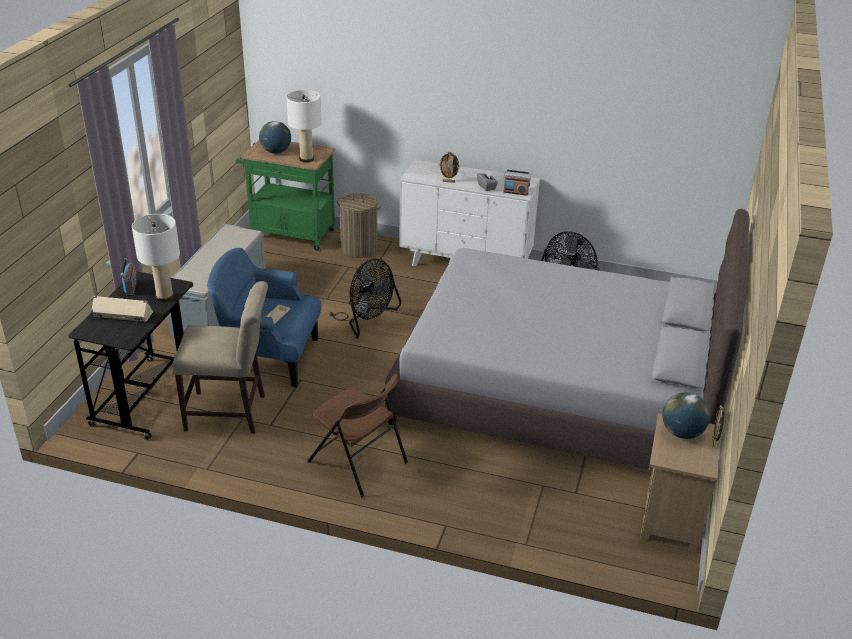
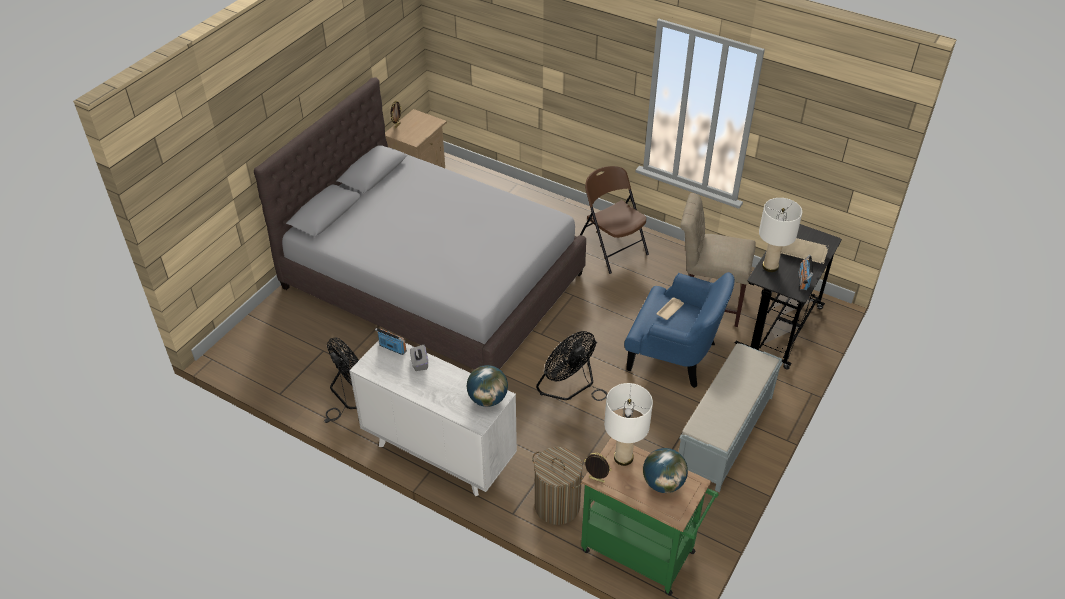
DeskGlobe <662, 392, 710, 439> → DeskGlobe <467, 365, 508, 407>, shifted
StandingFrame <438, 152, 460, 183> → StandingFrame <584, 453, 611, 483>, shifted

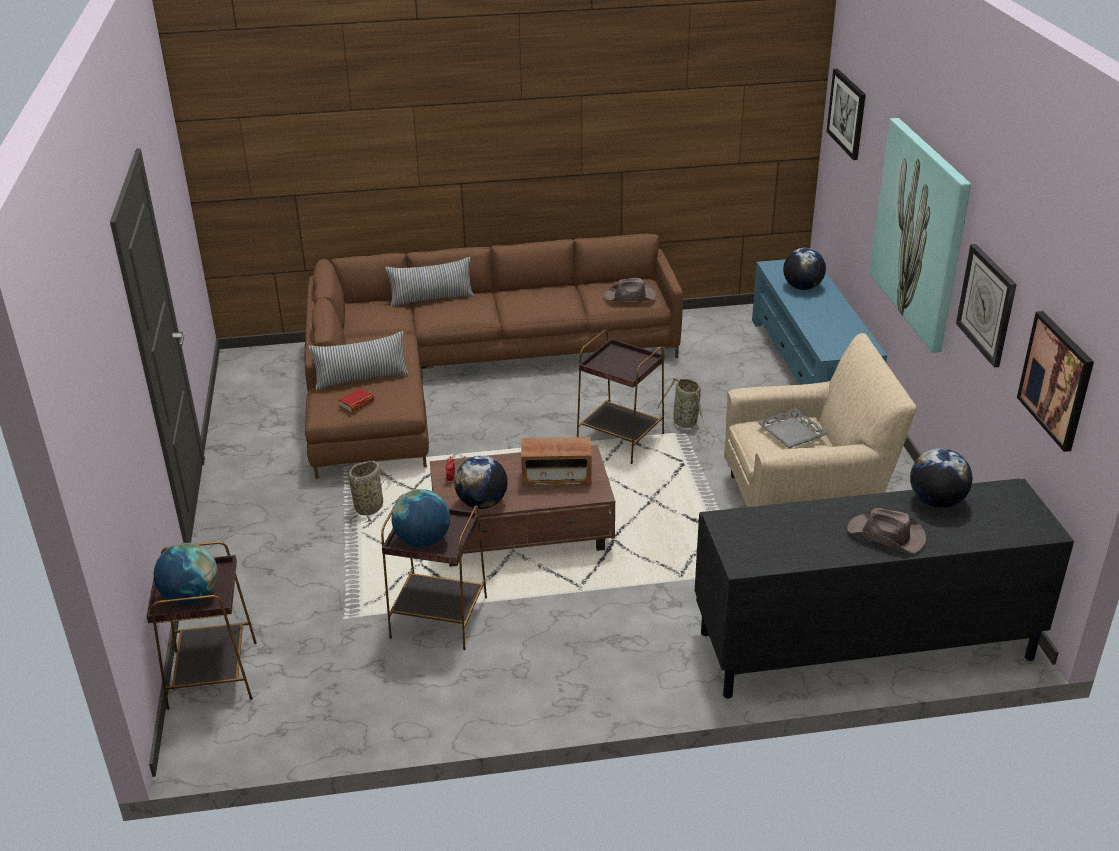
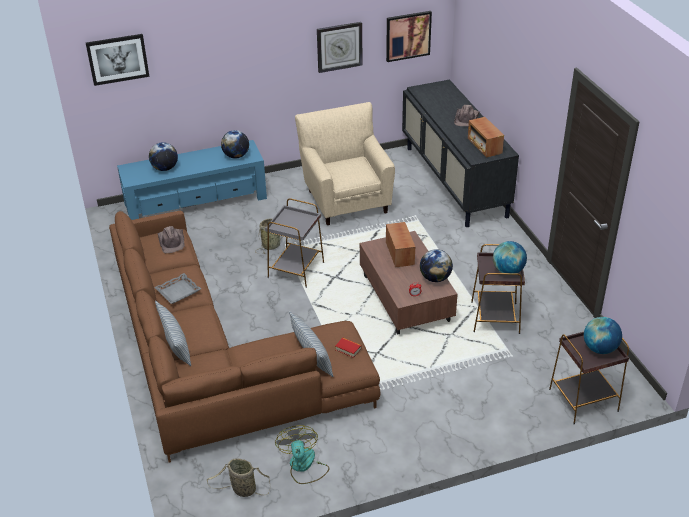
GreyTray <757, 408, 828, 448> → GreyTray <154, 273, 201, 304>, shifted
StorageBasket <349, 461, 391, 524> → StorageBasket <207, 458, 270, 497>, shifted
DeskGlobe <910, 448, 972, 508> → DeskGlobe <221, 130, 249, 158>, shifted
BrownishSideTable <577, 330, 665, 464> → GreySideTable <265, 198, 324, 288>
- → ElectricFan <275, 425, 329, 484>
- → Radio <468, 117, 504, 157>
WallPicture <869, 118, 971, 353> → -

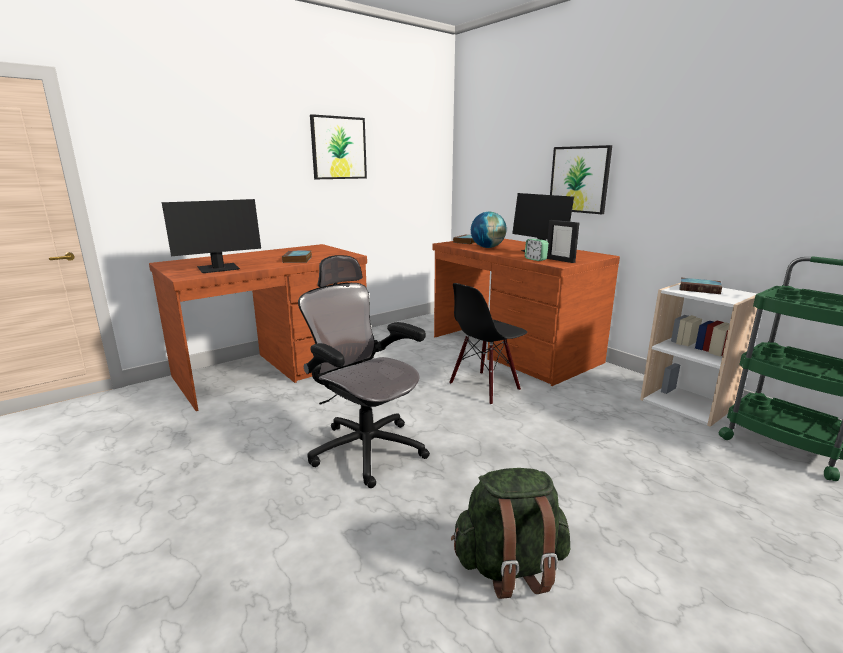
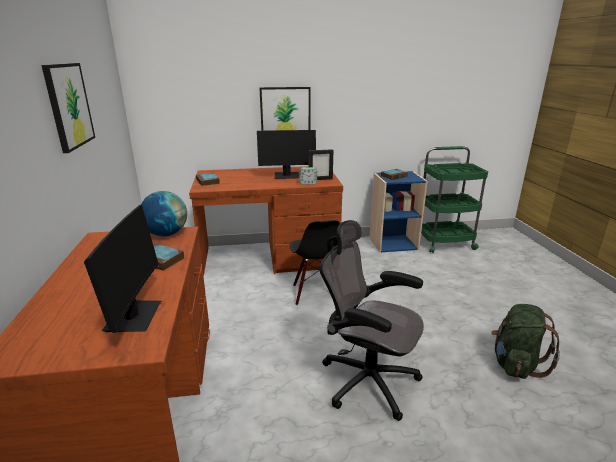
DeskGlobe <471, 212, 507, 248> → DeskGlobe <141, 191, 187, 236>, shifted
DeskChair <298, 255, 430, 488> → DeskChair <319, 220, 424, 421>, 45 degrees clockwise
WhitishBookshelf <640, 283, 757, 427> → BlueBookshelf <369, 171, 428, 253>

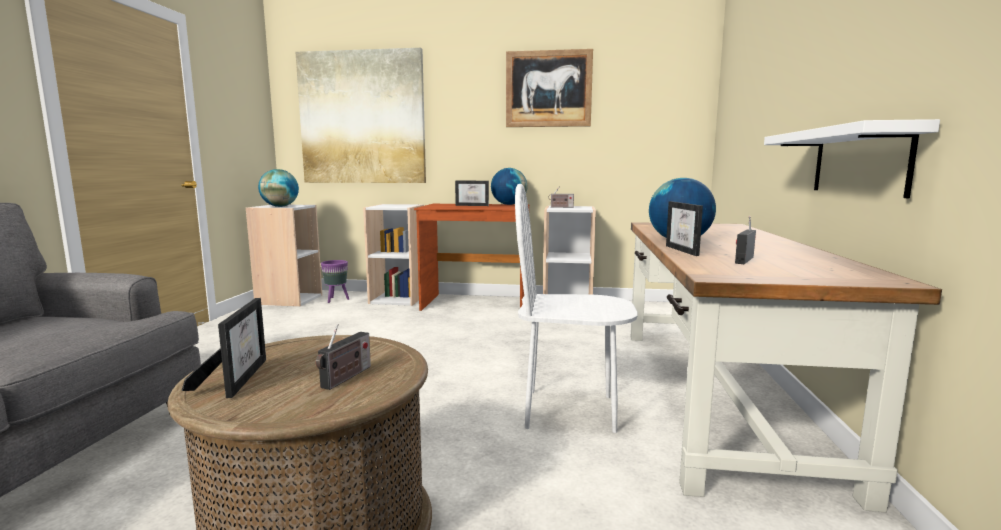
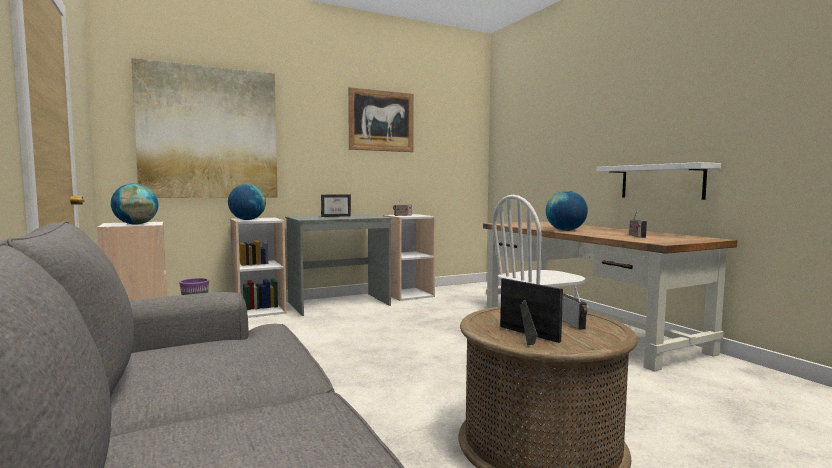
DeskGlobe <491, 168, 527, 205> → DeskGlobe <228, 184, 266, 220>, shifted
BrownishDesk <414, 204, 529, 311> → GreyDesk <285, 214, 392, 316>
StandingFrame <666, 201, 703, 256> → -

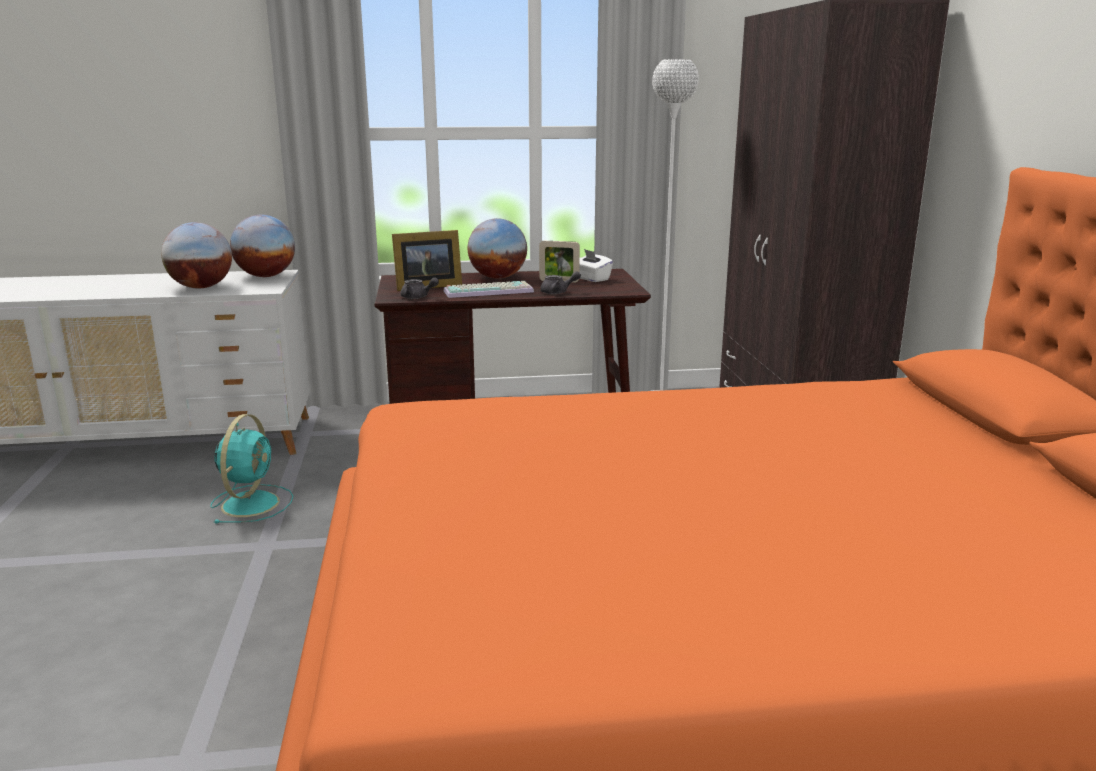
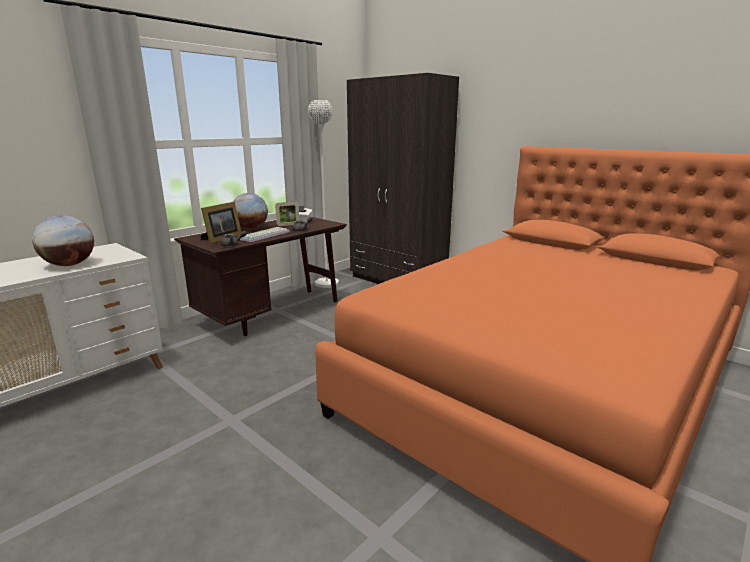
TurquoiseColouredElectricFan <210, 414, 293, 523> → -
DeskGlobe <230, 215, 295, 277> → -

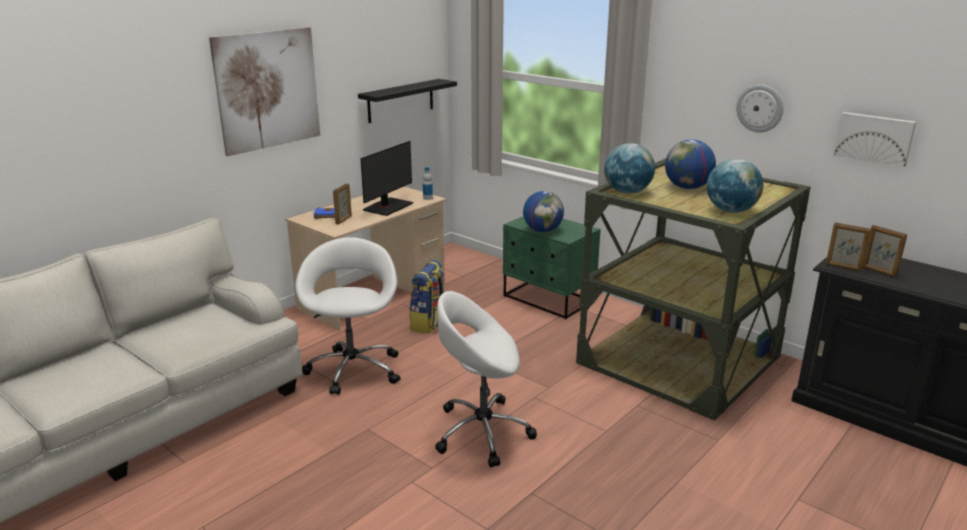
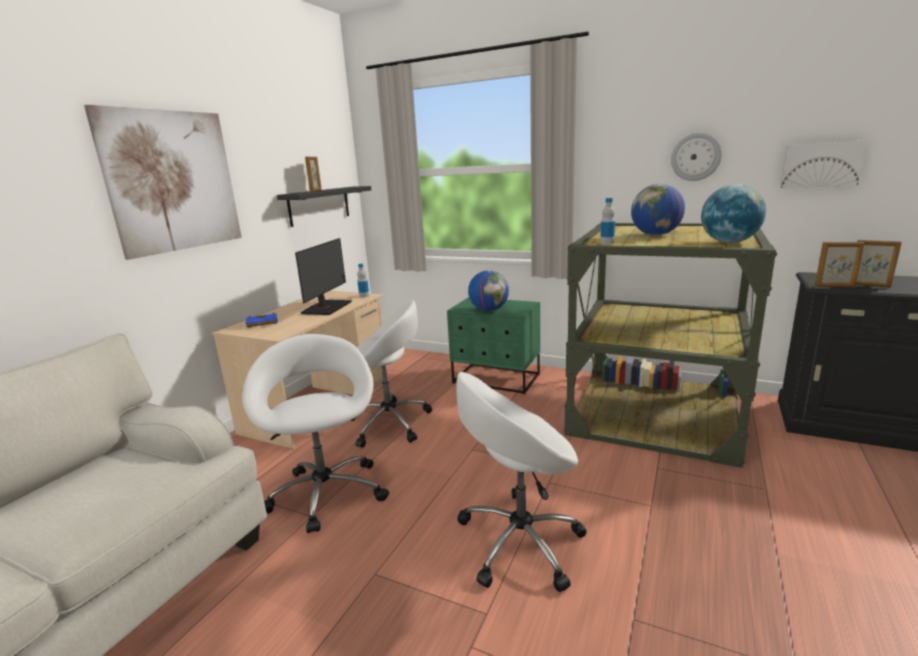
StandingFrame <333, 183, 352, 225> → StandingFrame <305, 157, 322, 192>, shifted
Rucksack <409, 260, 444, 334> → WhitishDeskChair <350, 300, 432, 448>
DeskGlobe <604, 143, 655, 194> → DrinkBottle <600, 198, 615, 244>

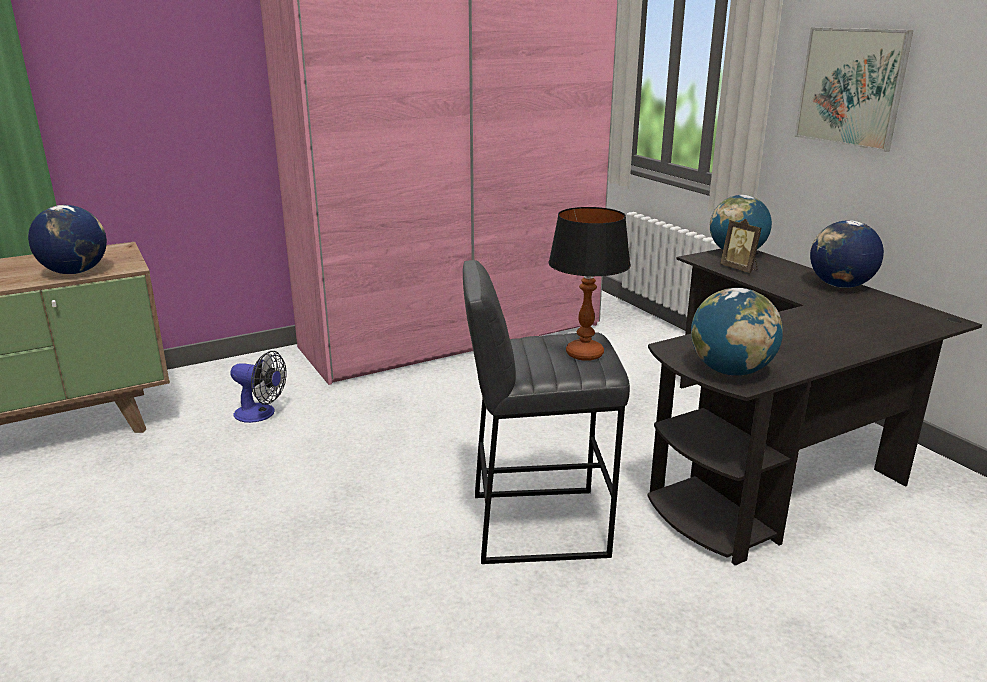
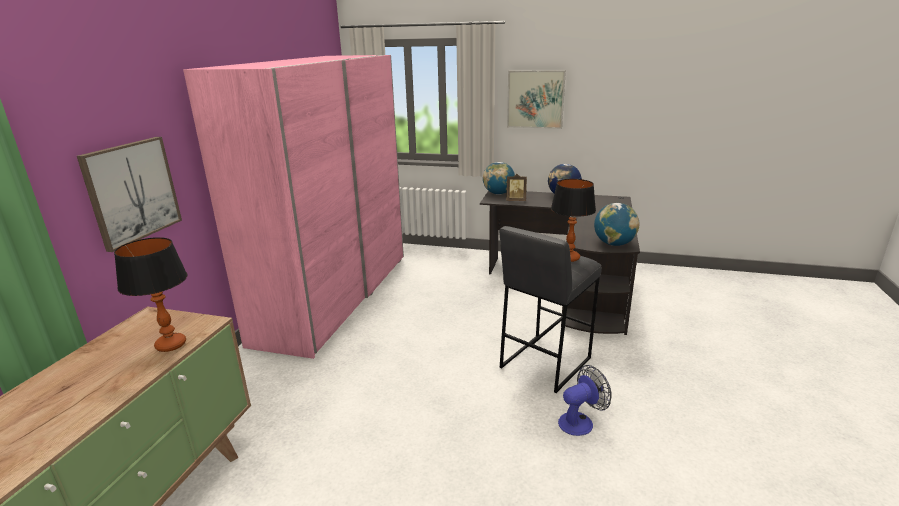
- → WallPicture <77, 137, 182, 252>
DeskGlobe <28, 205, 107, 274> → TableLamp <114, 237, 187, 352>
ElectricFan <230, 351, 287, 423> → ElectricFan <558, 365, 612, 436>, shifted

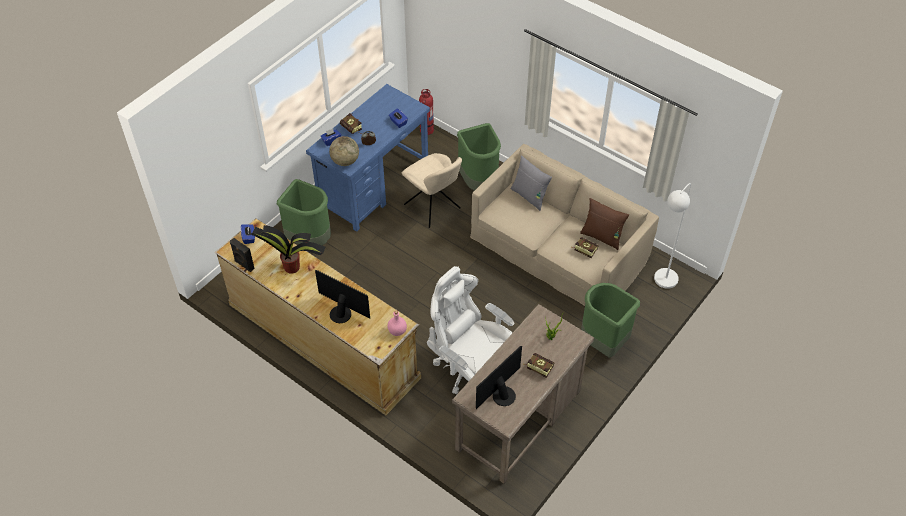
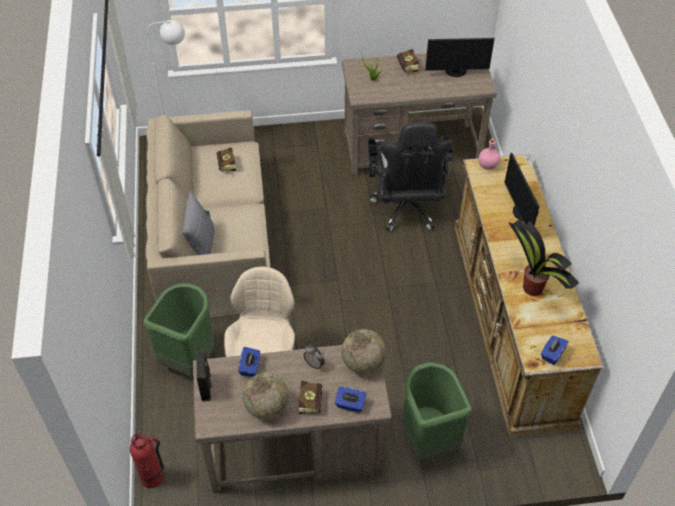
BlueDesk <306, 84, 430, 232> → BrownishDesk <193, 345, 391, 494>
BlackAudioSpeaker <230, 238, 254, 272> → BlackAudioSpeaker <196, 349, 212, 401>, shifted
- → DeskGlobe <243, 373, 289, 419>
WhitishDeskChair <427, 266, 515, 394> → BlackDeskChair <368, 123, 454, 231>
BrownishCushion <580, 198, 629, 250> → -
GreenColouredWasteBin <581, 283, 640, 357> → -

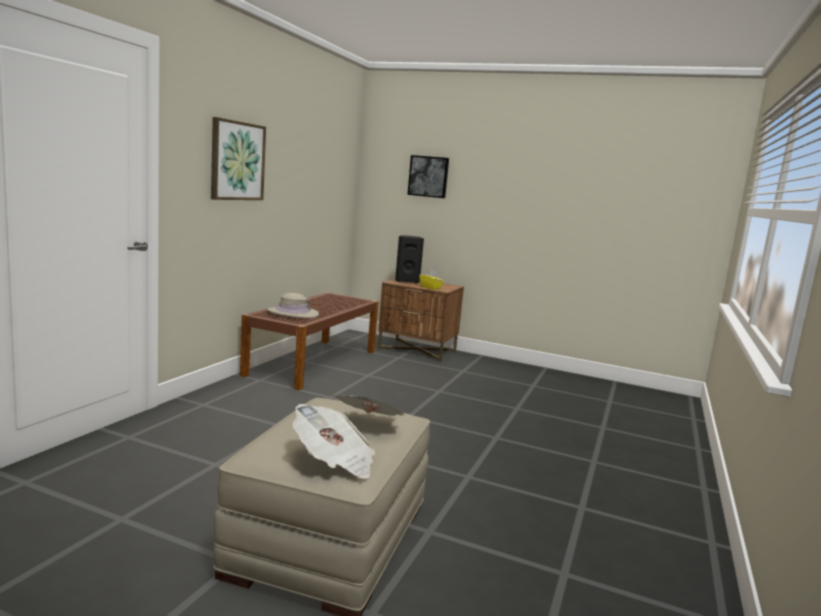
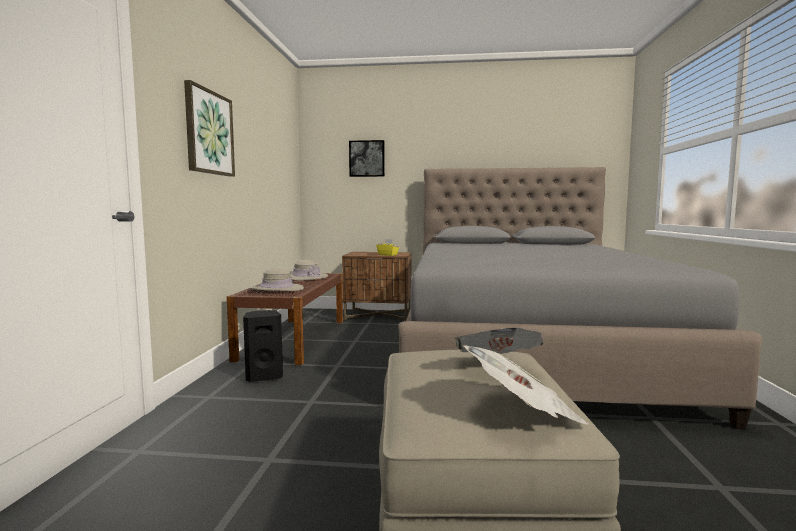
BlackAudioSpeaker <395, 235, 424, 284> → BlackAudioSpeaker <243, 310, 283, 382>, shifted
- → BeigeColouredHat <290, 260, 328, 281>
- → GreyBedroomBed <399, 167, 762, 429>

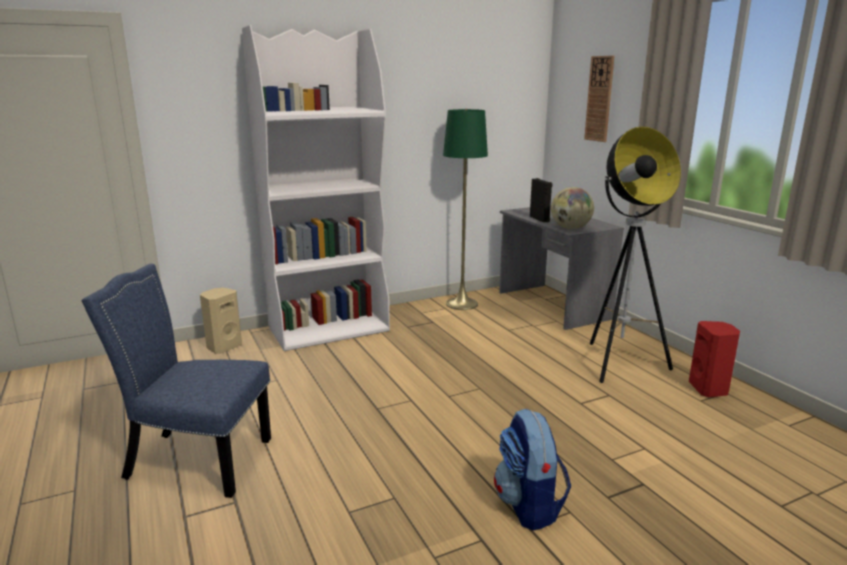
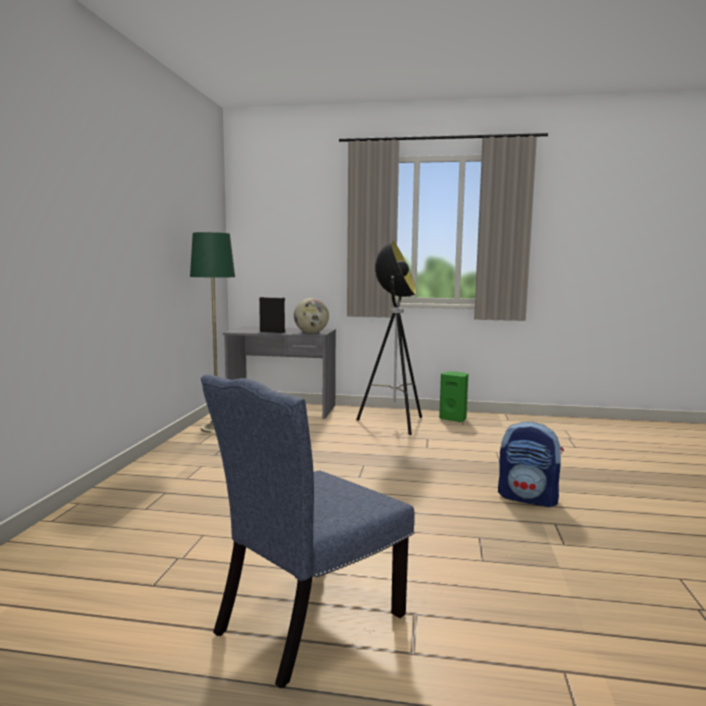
RedAudioSpeaker <689, 321, 740, 397> → GreenColouredAudioSpeaker <439, 371, 468, 422>
BeigeColouredAudioSpeaker <200, 287, 242, 354> → -
WhitishBookshelf <242, 25, 390, 351> → -
ClockOnTheWall <584, 56, 615, 142> → -

